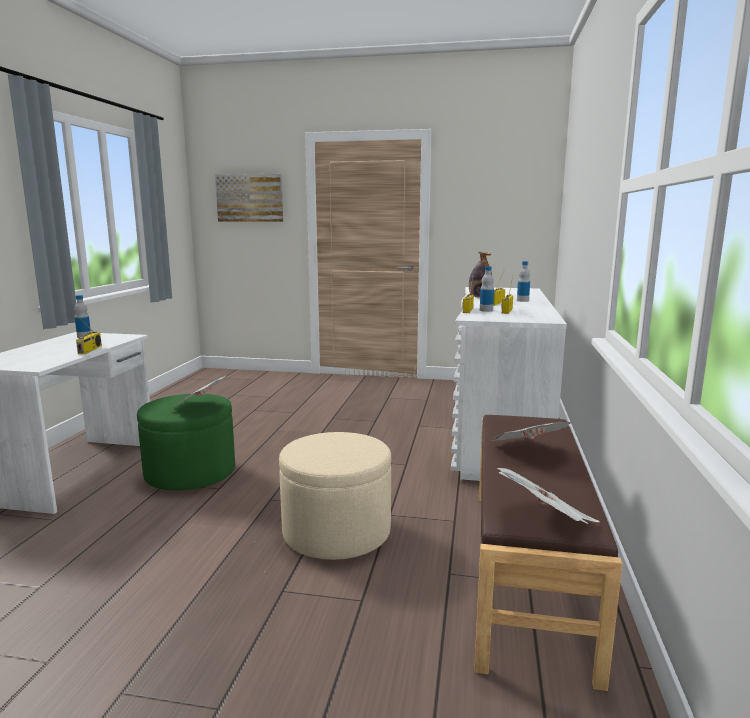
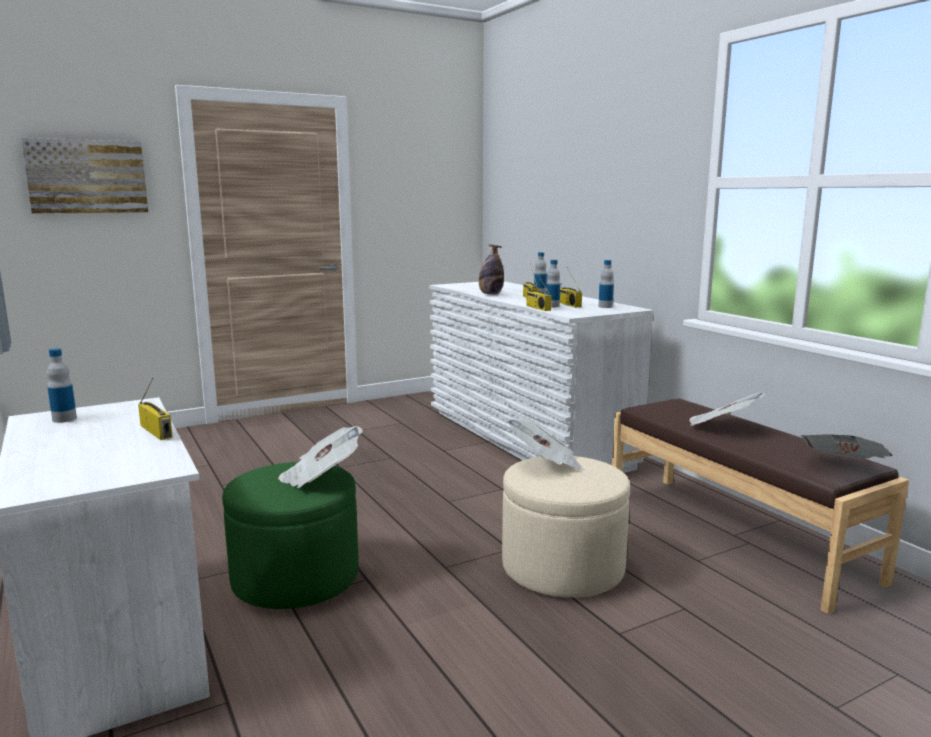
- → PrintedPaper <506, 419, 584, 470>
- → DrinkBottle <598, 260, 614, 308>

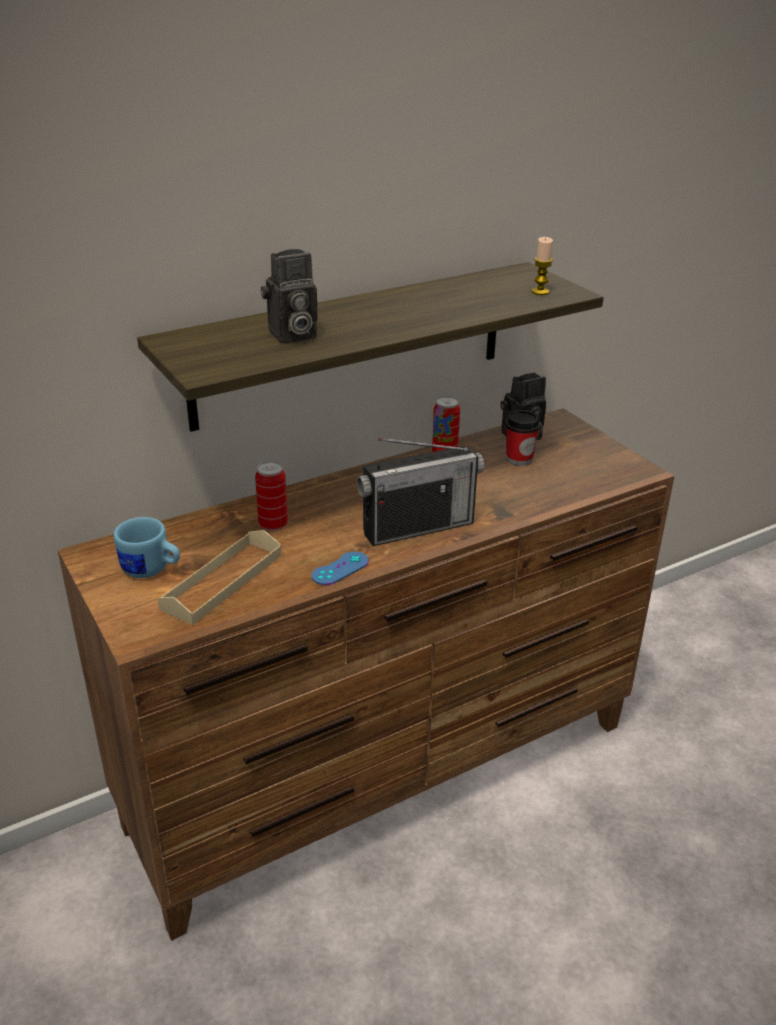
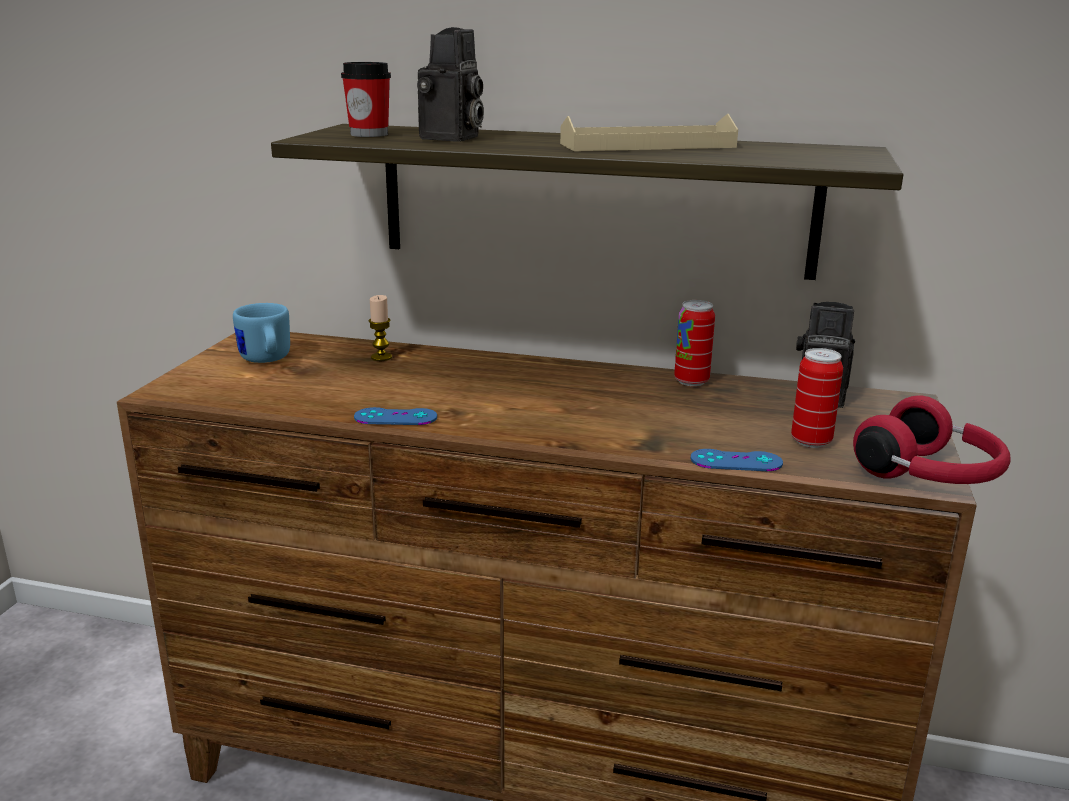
Cup <506, 410, 540, 466> → Cup <341, 62, 391, 137>, shifted
Candle <532, 237, 553, 295> → Candle <368, 295, 392, 361>, shifted
StillCamera <261, 249, 317, 344> → StillCamera <417, 27, 484, 142>, 90 degrees counterclockwise
BeigeColouredTray <157, 530, 282, 625> → BeigeColouredTray <560, 114, 738, 151>, shifted
- → BlueGamepad <691, 449, 783, 471>
MetalCan <255, 461, 288, 531> → MetalCan <791, 348, 843, 448>, shifted
- → RedHeadphones <853, 395, 1010, 484>
Radio <357, 438, 484, 546> → -

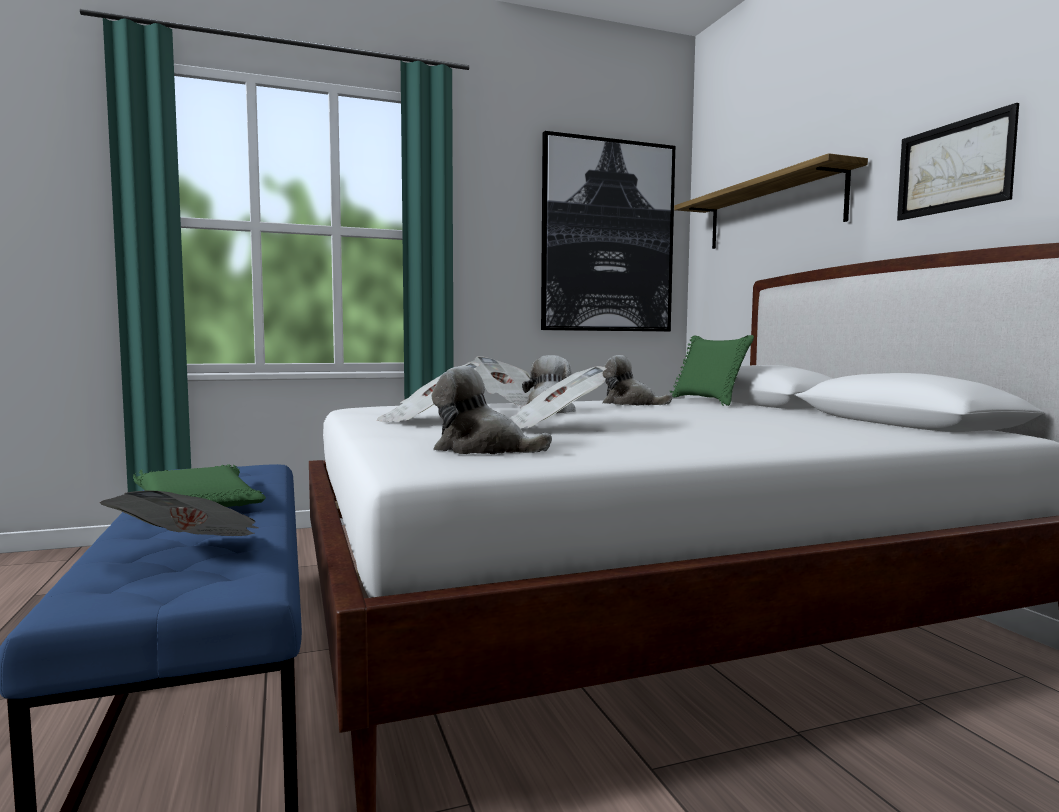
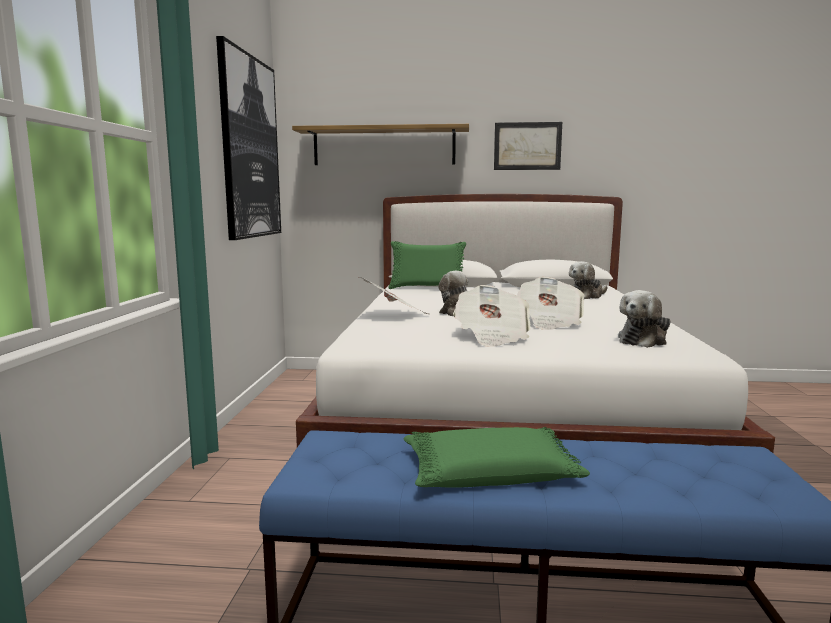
SoftToy <602, 355, 672, 406> → SoftToy <569, 261, 607, 299>, shifted
PrintedPaper <100, 491, 259, 536> → -

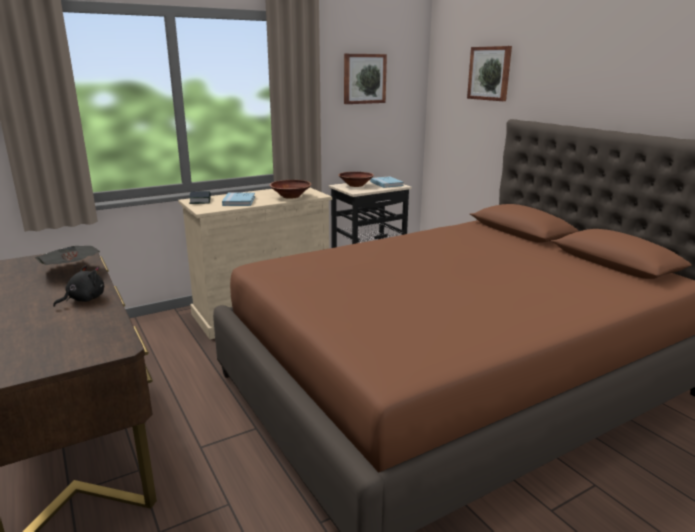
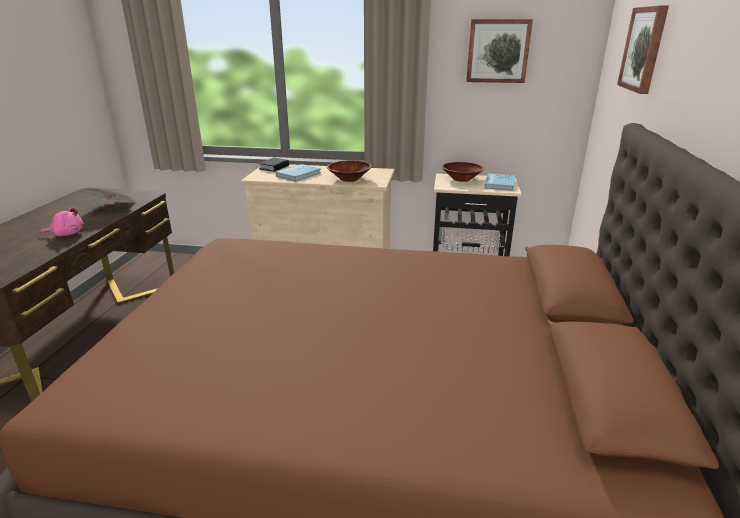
BlackSoftToy <53, 265, 104, 307> → PinkishSoftToy <40, 207, 84, 236>

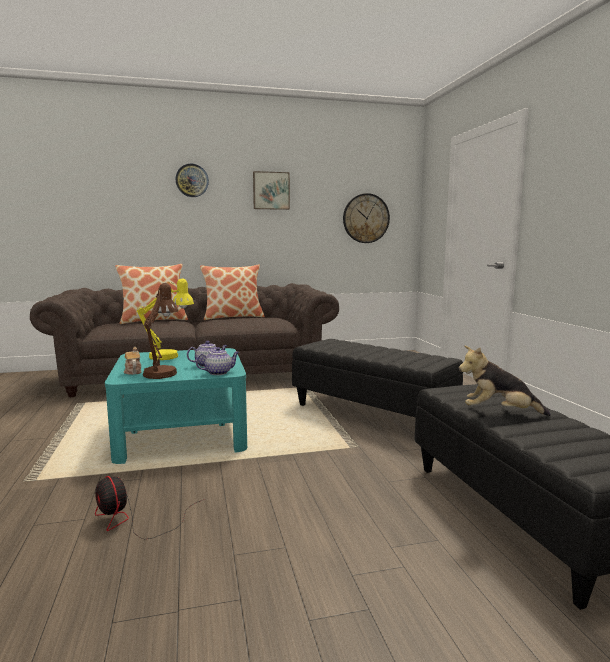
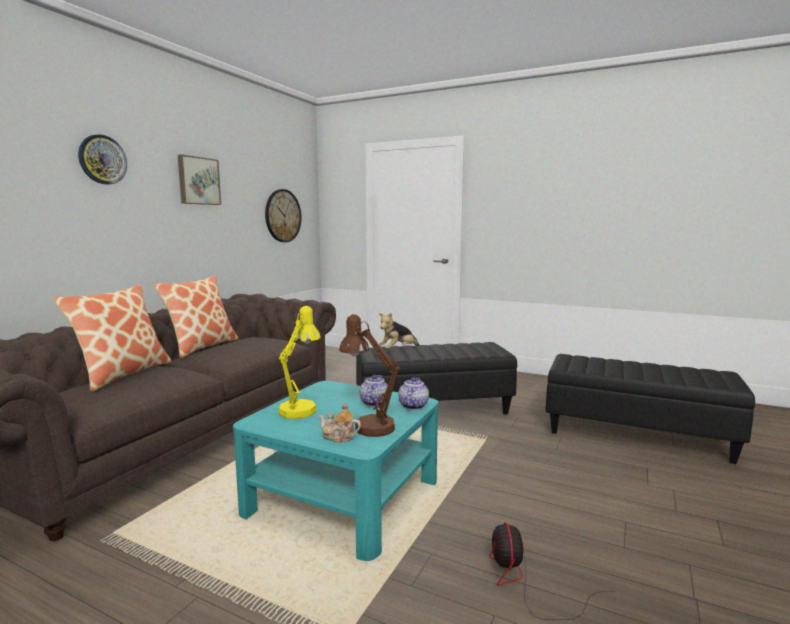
SoftToy <459, 345, 551, 416> → SoftToy <379, 312, 419, 349>, shifted
ElectricFan <95, 476, 202, 539> → ElectricFan <490, 523, 615, 620>, 90 degrees clockwise

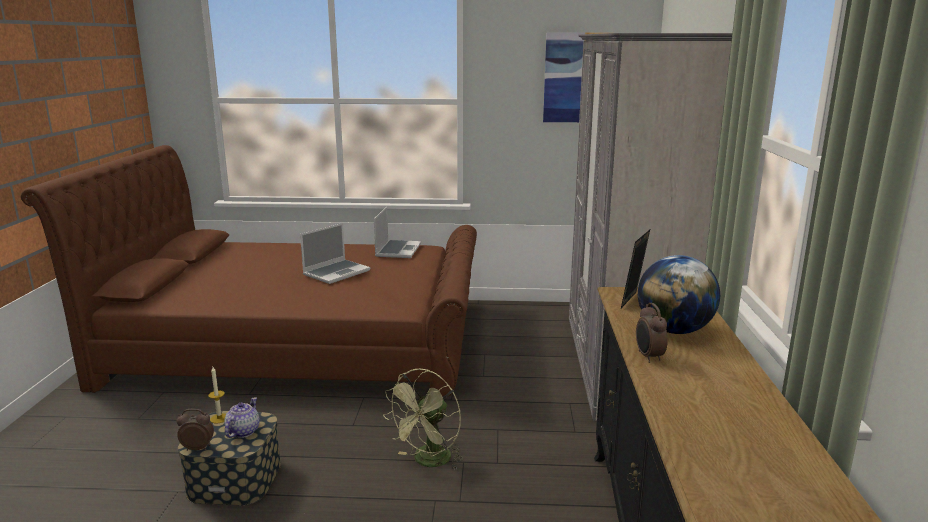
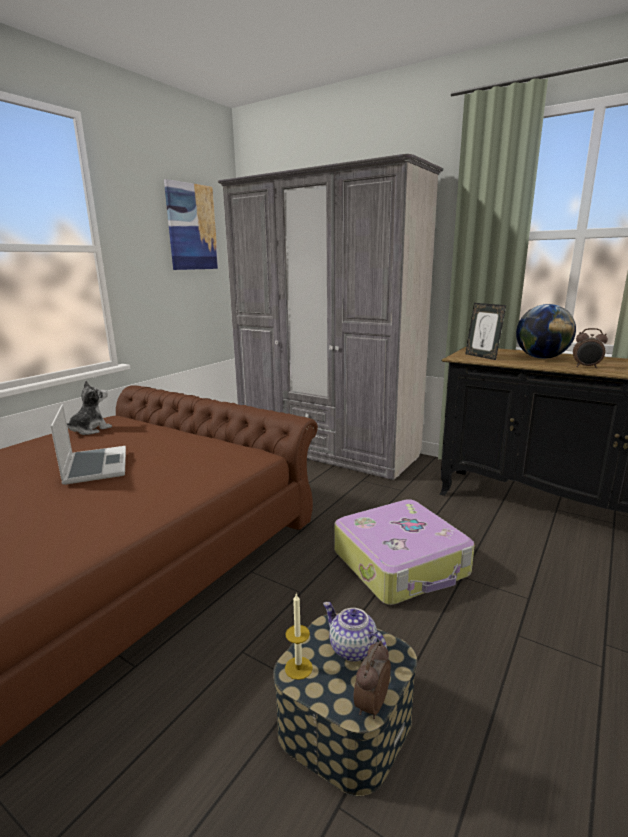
PortableComputer <374, 207, 421, 258> → SoftToy <67, 380, 112, 435>
GreenColouredElectricFan <383, 369, 464, 470> → PieceOfLuggage <335, 499, 475, 605>

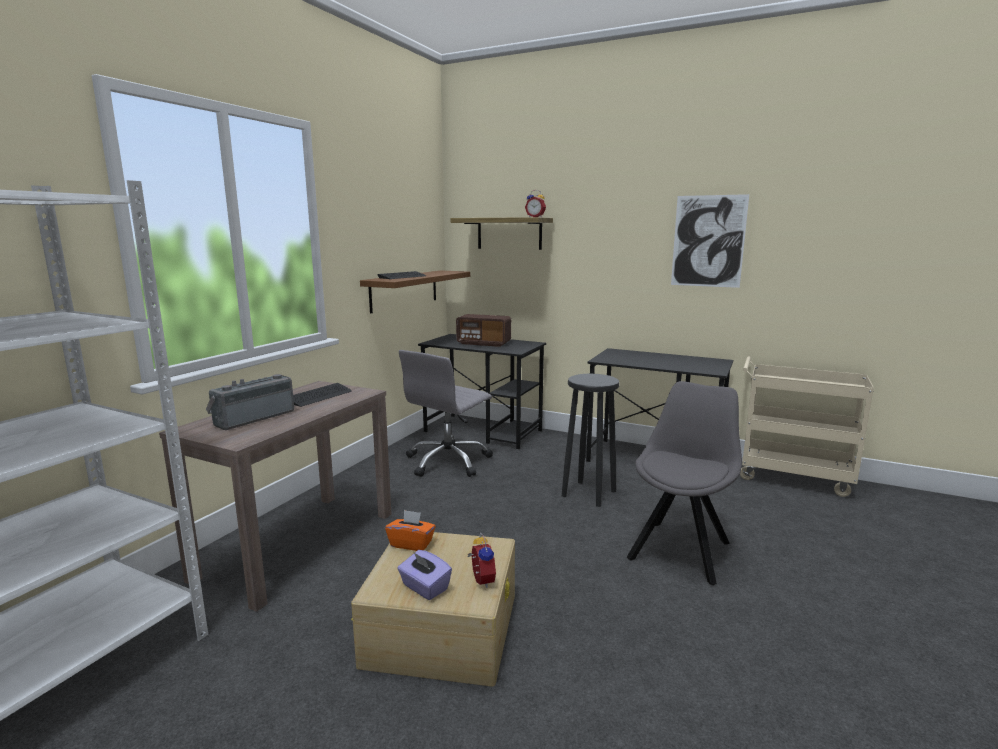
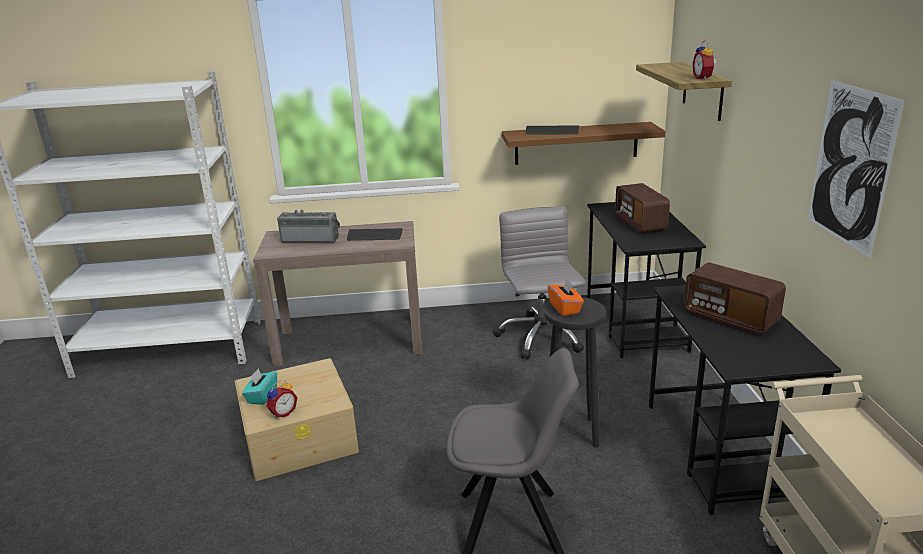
PurpleBoxOfTissues <397, 550, 452, 600> → TurquoiseColouredBoxOfTissues <242, 368, 277, 405>
GreyDeskChair <399, 350, 493, 477> → GreyDeskChair <493, 206, 586, 359>, 75 degrees clockwise
OrangeColouredBoxOfTissues <385, 510, 436, 551> → OrangeColouredBoxOfTissues <548, 279, 584, 316>, shifted
- → Radio <684, 263, 786, 335>

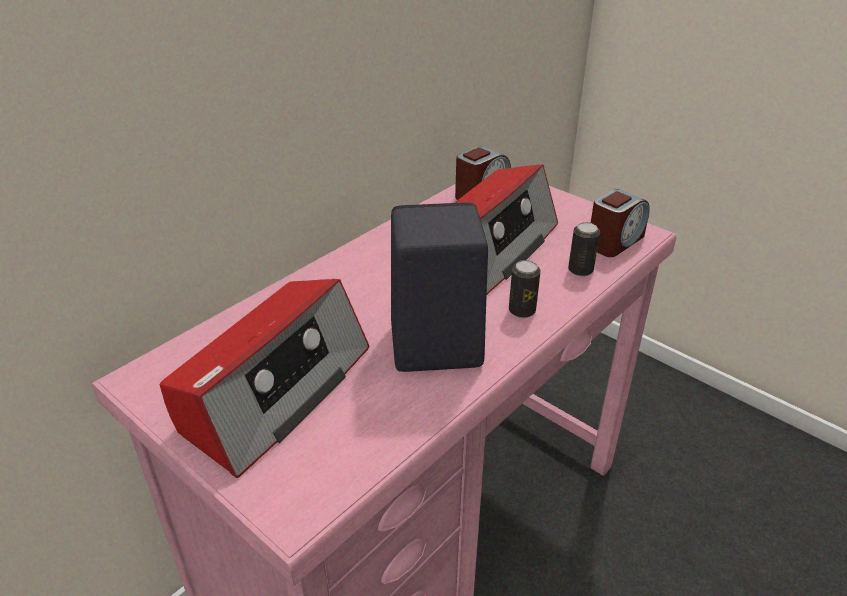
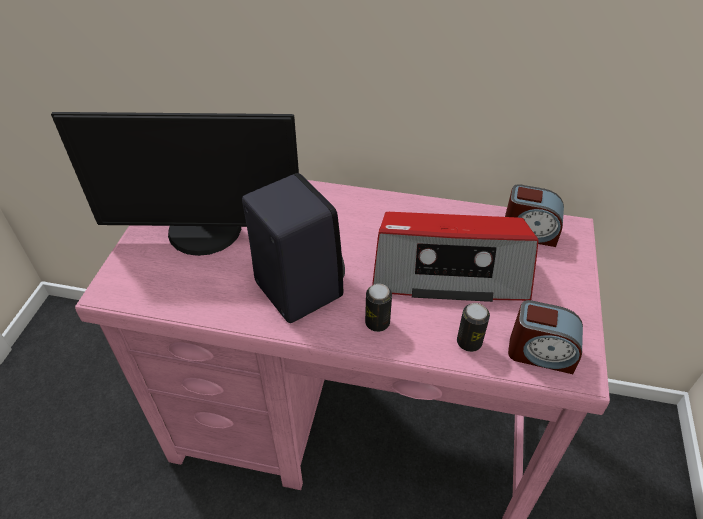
Radio <160, 279, 369, 478> → ComputerDisplay <51, 112, 299, 256>

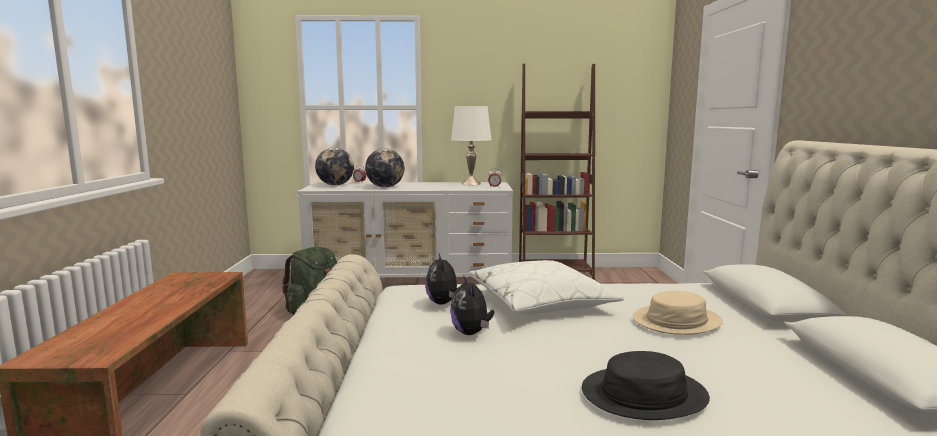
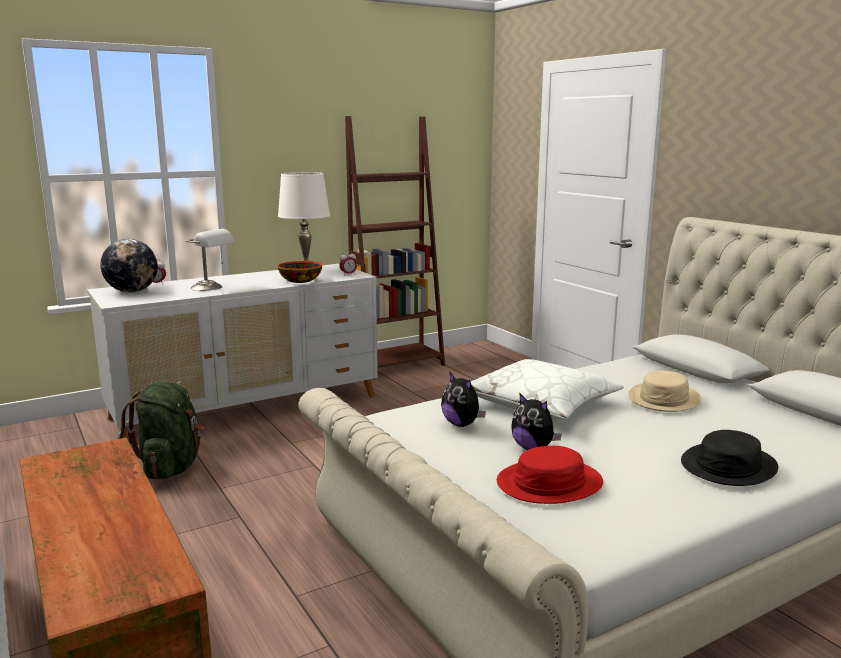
DeskGlobe <365, 148, 404, 188> → WhitishTableLamp <186, 229, 234, 291>
- → Bowl <278, 261, 322, 283>
- → RedHat <497, 446, 603, 504>

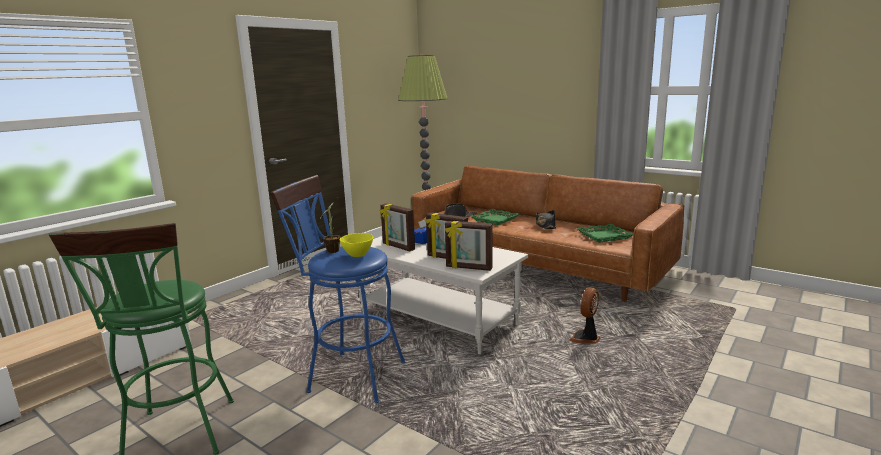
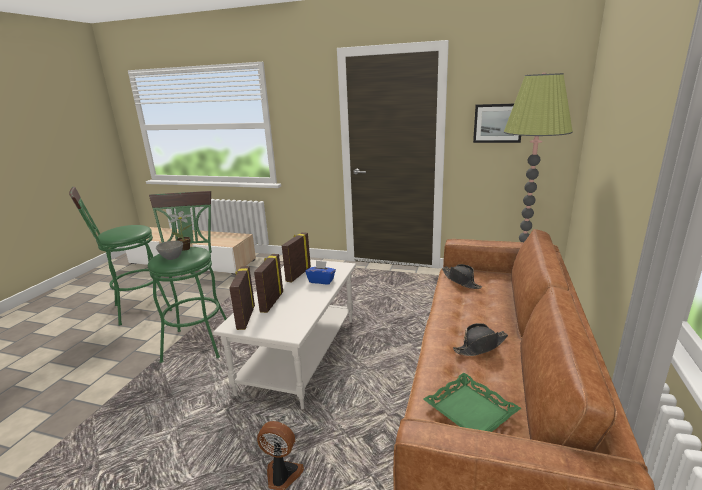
BlueStool <270, 175, 405, 403> → GreenColouredStool <148, 191, 227, 363>
YellowBowl <340, 233, 373, 257> → GreyBowl <156, 241, 183, 260>
- → WallPicture <473, 104, 521, 143>
GreenColouredTray <471, 209, 519, 225> → -

